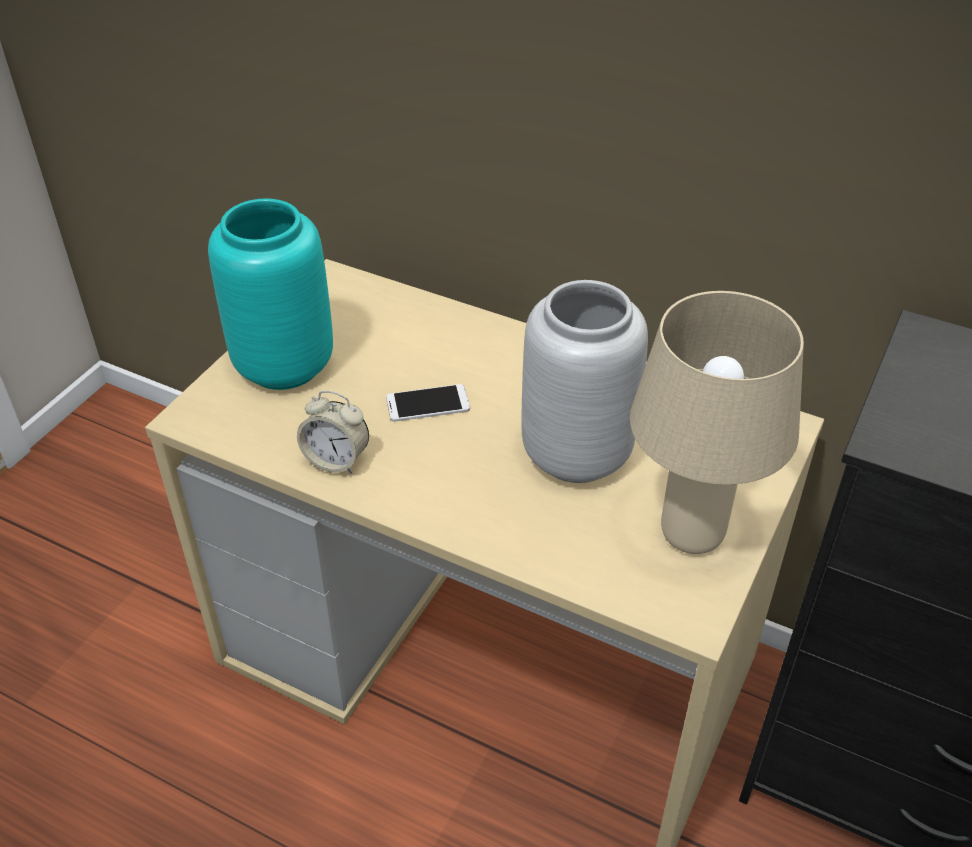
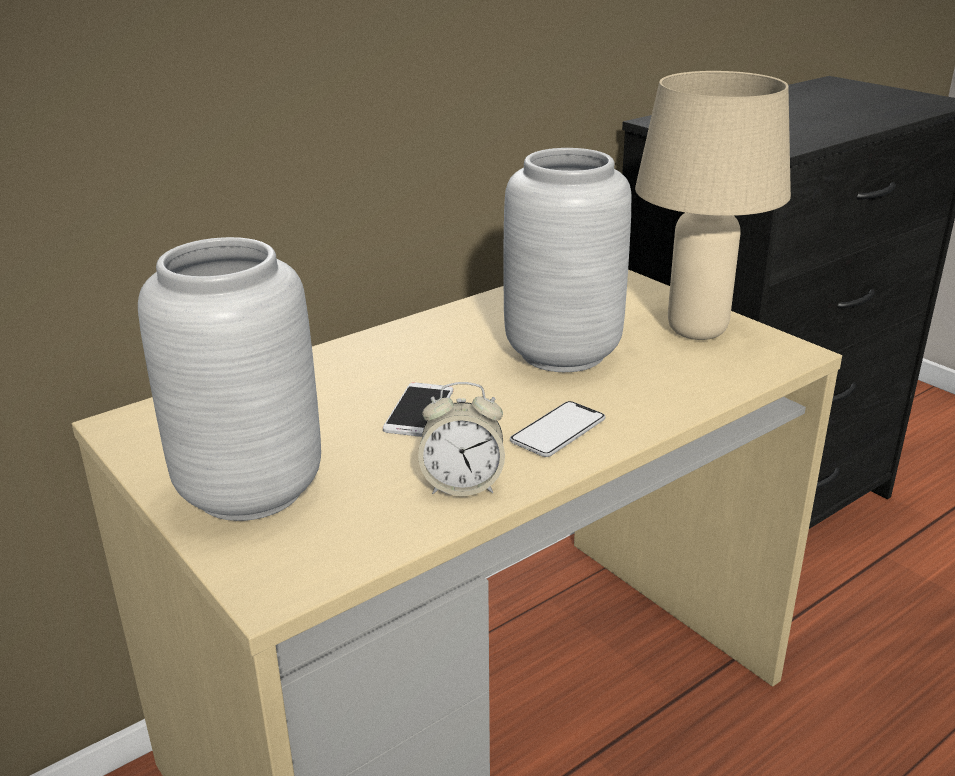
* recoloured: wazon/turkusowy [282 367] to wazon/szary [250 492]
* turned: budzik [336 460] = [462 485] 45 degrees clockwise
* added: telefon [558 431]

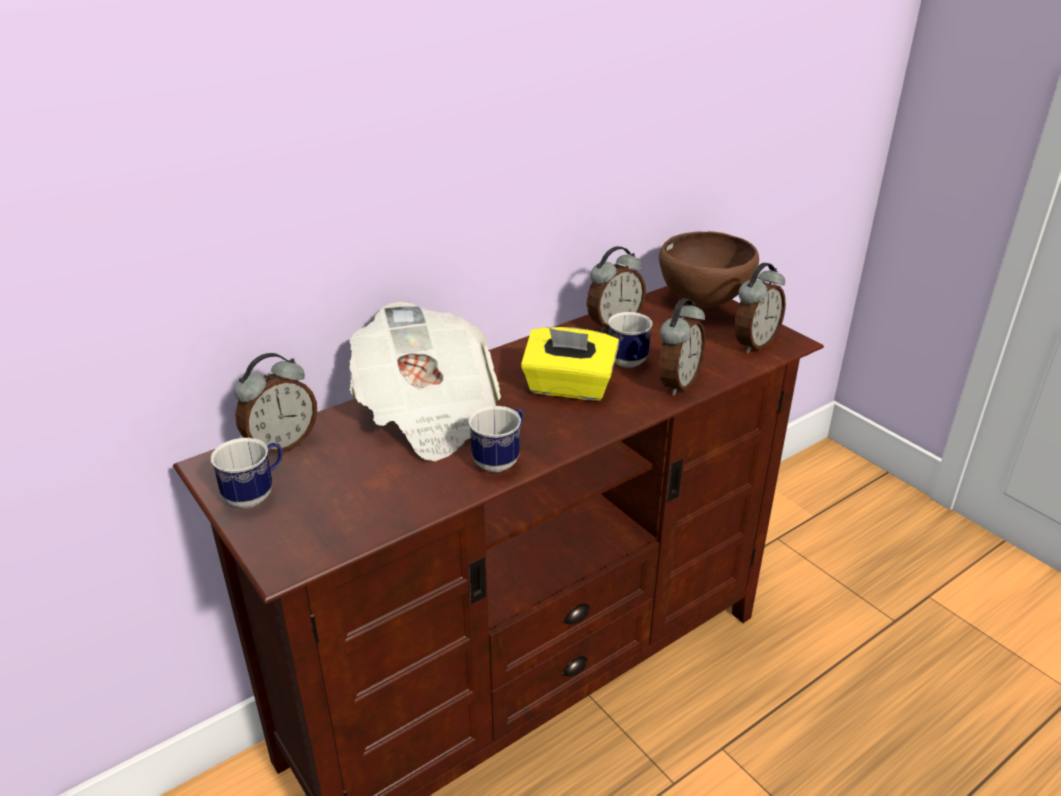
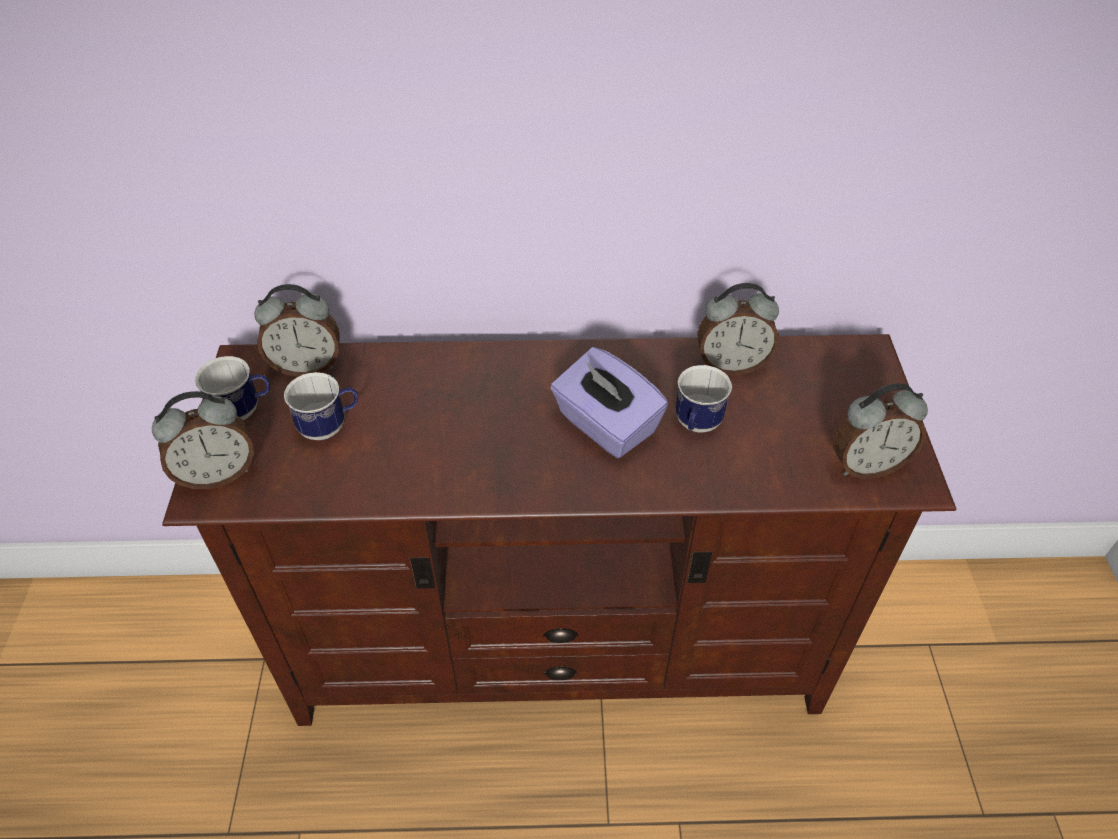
* moved: budzik [677 383] to [218 474]
* moved: kubek [501 459] to [330 427]
* recoloured: pudełko chusteczek/żółty [569 387] to pudełko chusteczek/fioletowy [605 425]
* removed: gazeta [429 414]
* removed: miska/brązowy [703 303]

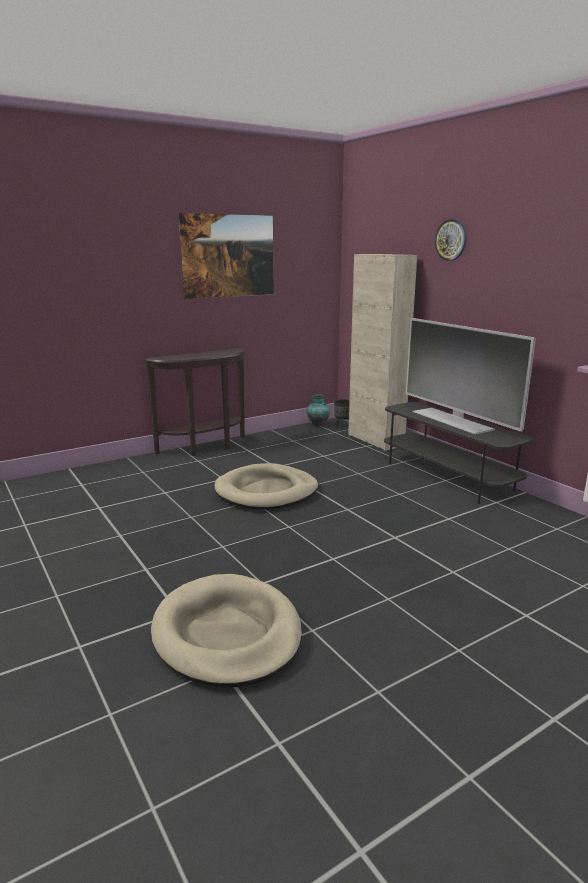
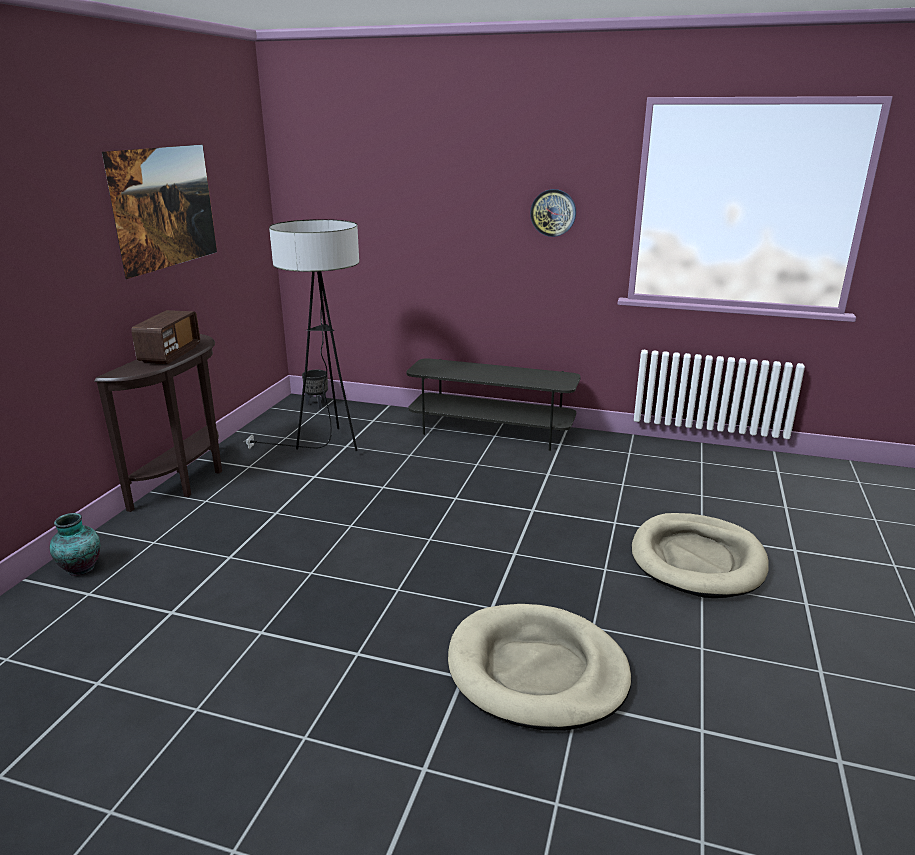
* moved: wazon [317 424] to [80 569]
* added: radio [170 354]
* added: lampa stojąca [327 447]
* moved: zegar ścienny [451 240] to [553 212]
* moved: legowisko/beżowy [267 491] to [697 559]
* removed: szafka/beżowy [375 440]
* removed: telewizor [452 420]

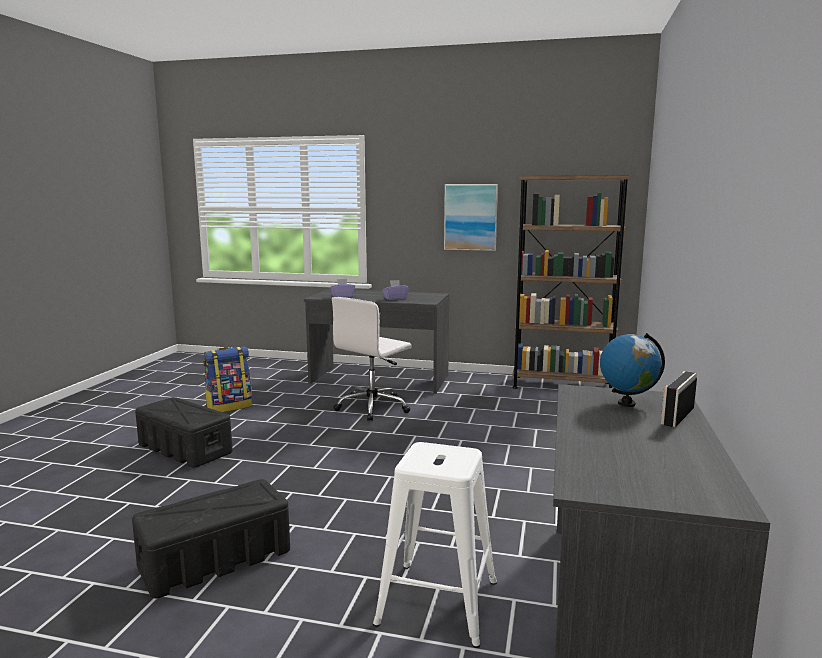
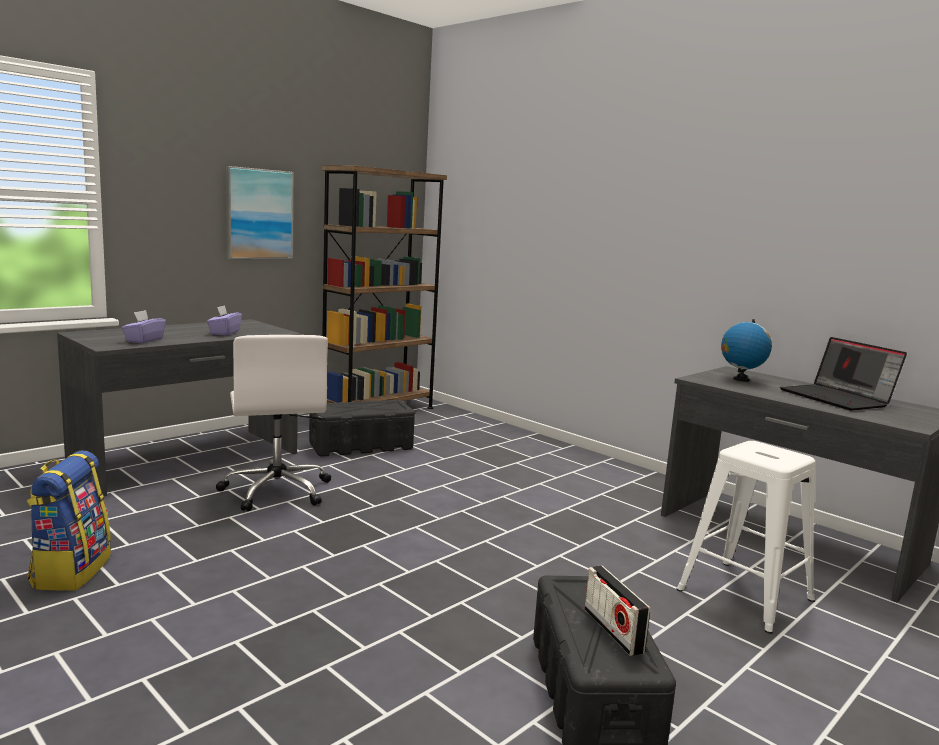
* moved: pojemnik do przechowywania/czarny [185 449] to [362 446]
* moved: radio [677 416] to [613 630]
* added: laptop [838 398]

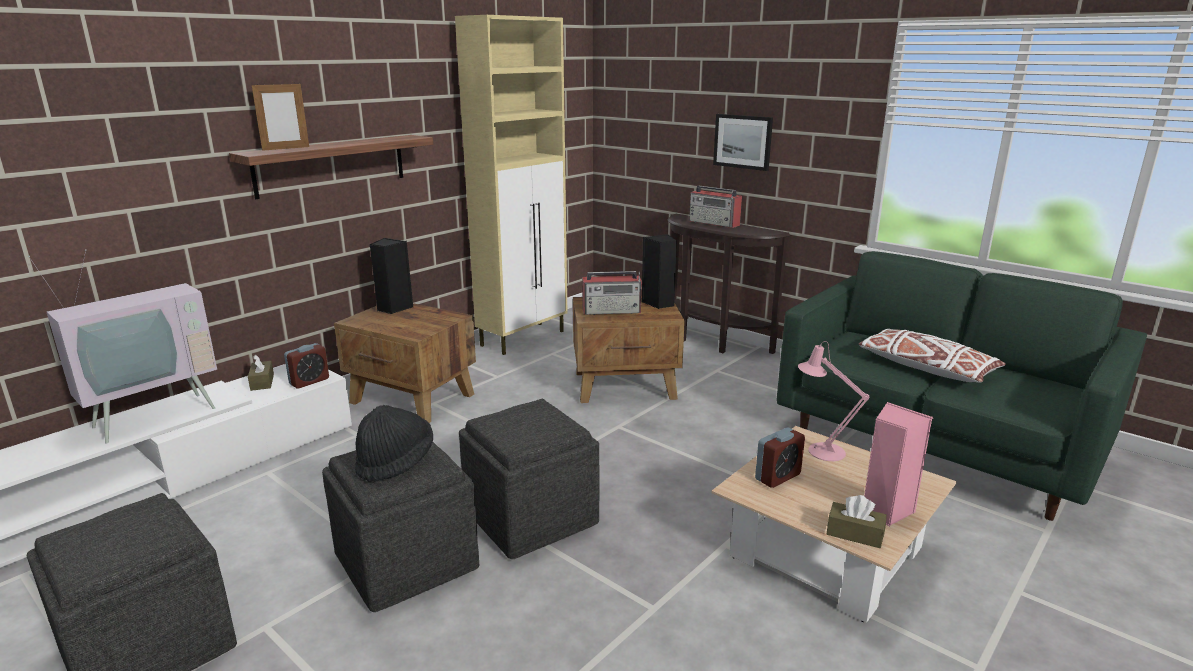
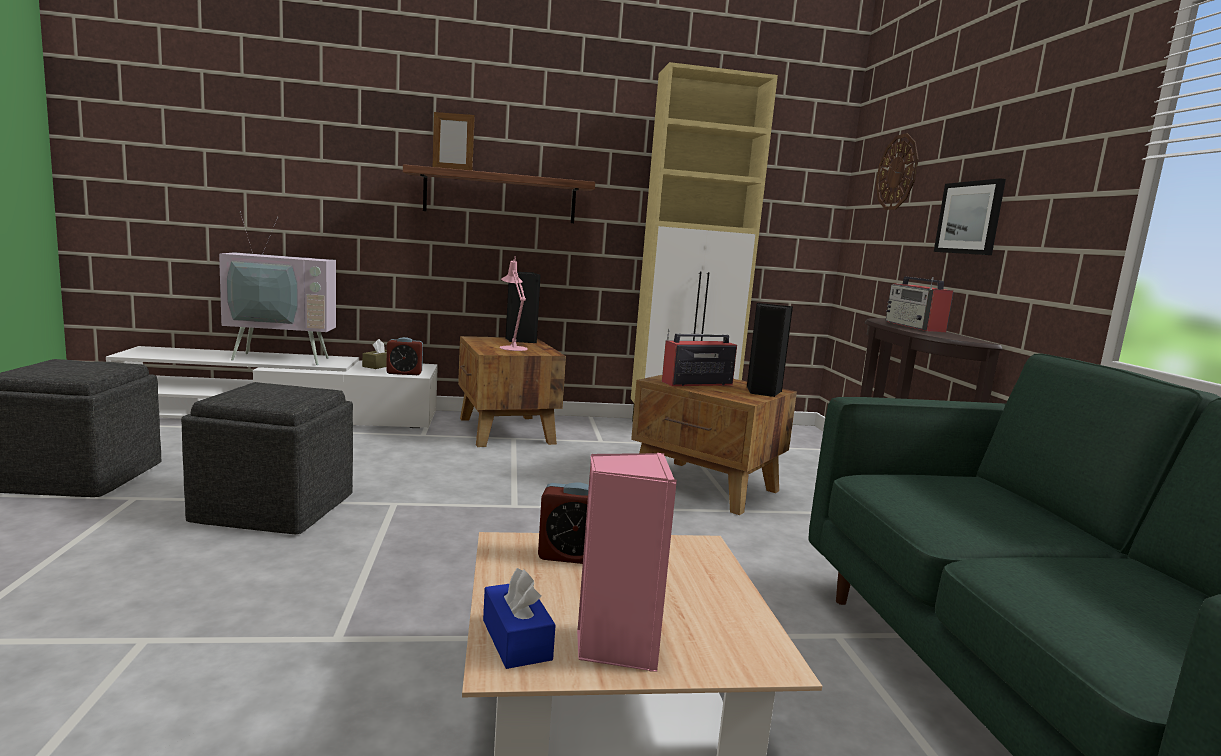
* recoloured: pudełko chusteczek/brązowy [854 534] to pudełko chusteczek/niebieski [516 639]
* moved: lampa stołowa/różowy [821 450] to [512 347]
* turned: radio [612 311] = [696 383] 120 degrees clockwise
* added: zegar ścienny [897 172]
* removed: kapelusz/czarny [395 462]
* removed: pufa/szary [530 518]
* removed: poduszka/biały [925 368]

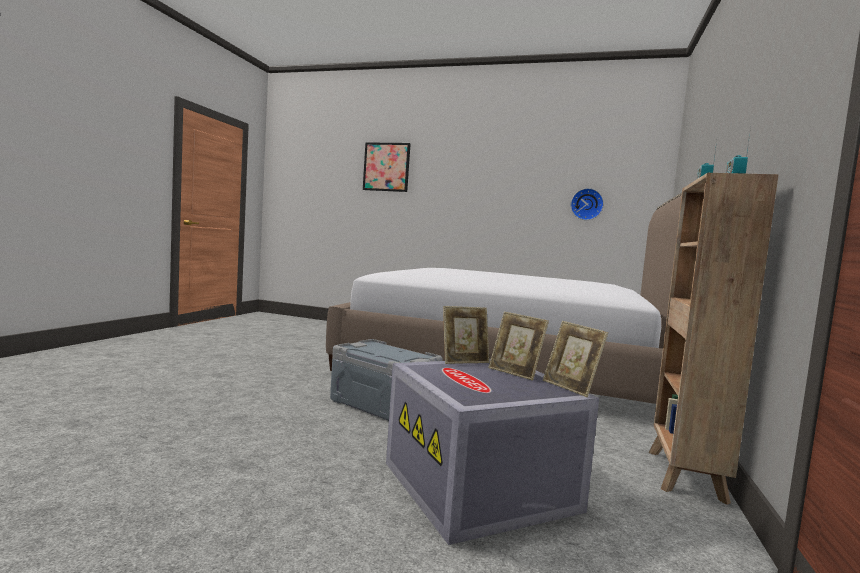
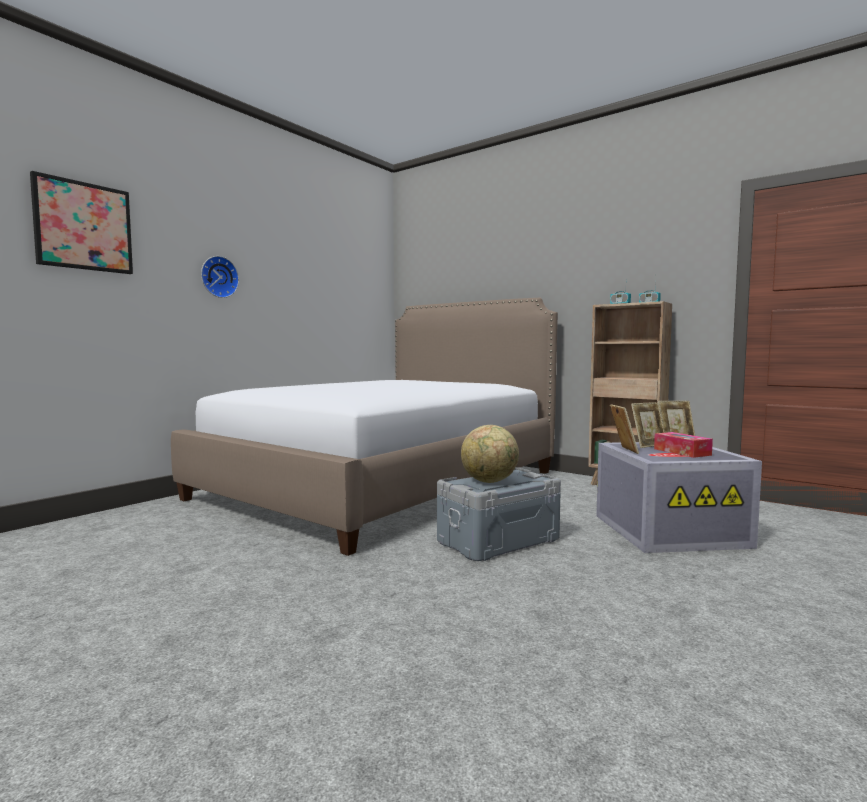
* moved: zegar ścienny [586 204] to [218 277]
* added: globus [489 481]
* added: pudełko chusteczek [682 452]

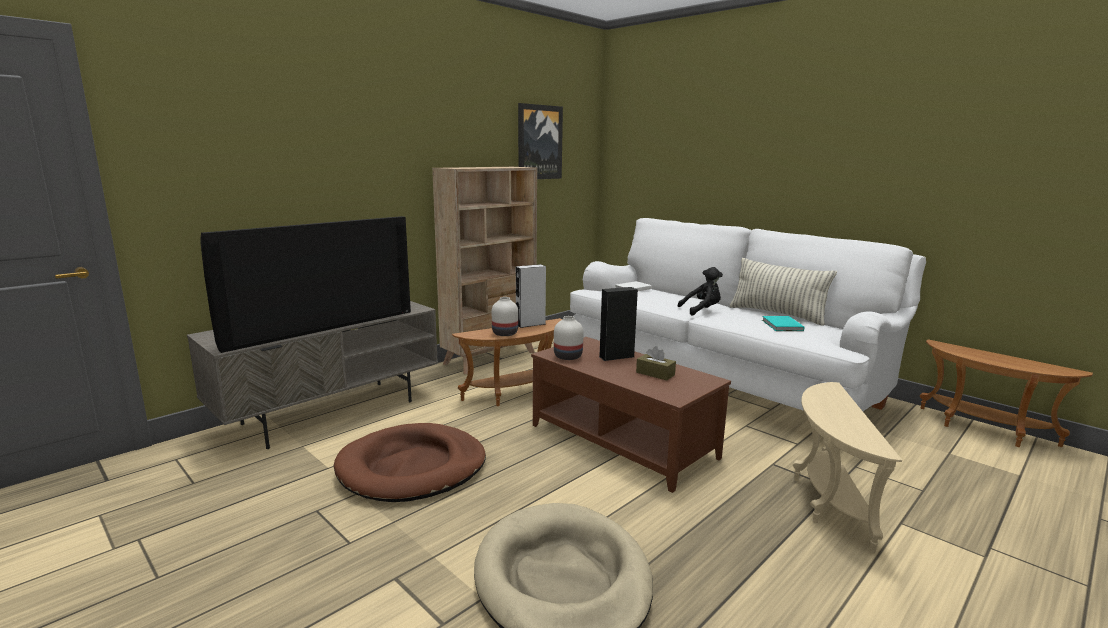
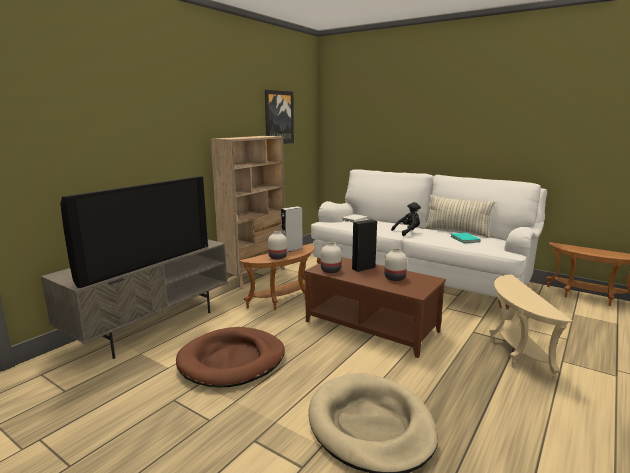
* replaced: pudełko chusteczek/brązowy [655 373] to wazon/biały [395 278]

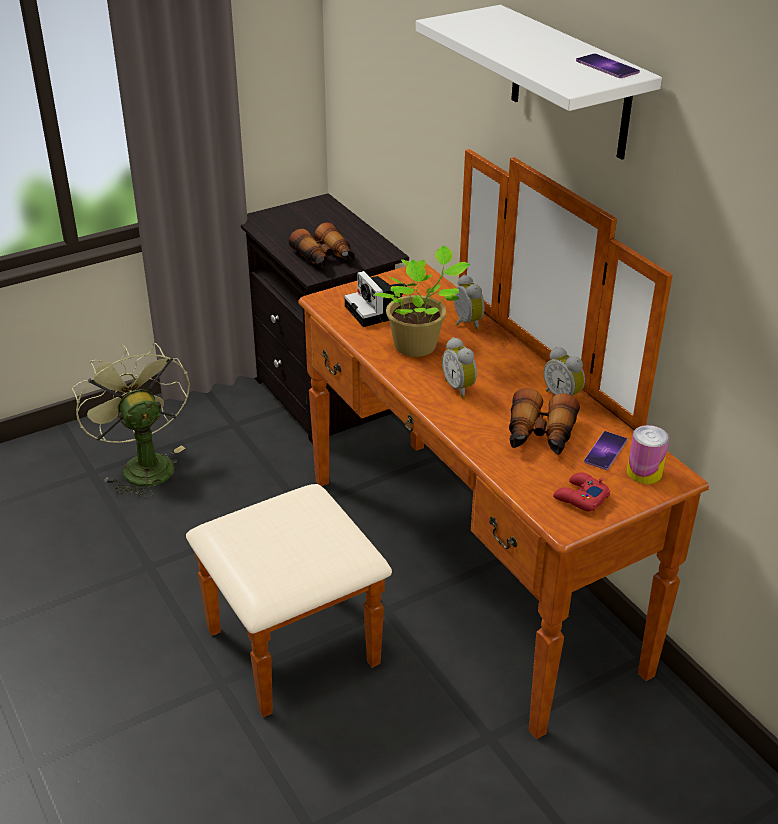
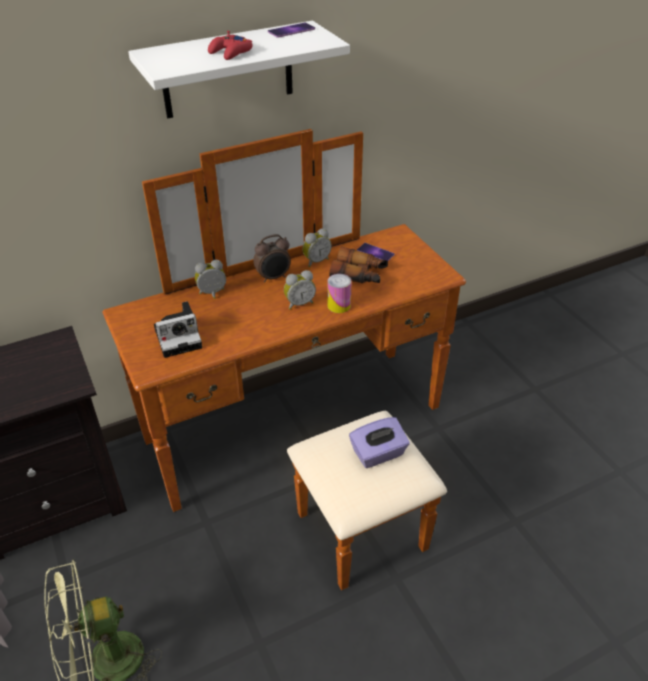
* moved: pad do gier/czerwony [580 497] to [231 52]
* added: budzik [273 277]
* moved: puszka [644 472] to [339 305]
* added: pudełko chusteczek/fioletowy [378 454]
* removed: lornetka [325 258]
* removed: roślina doniczkowa [419 346]

